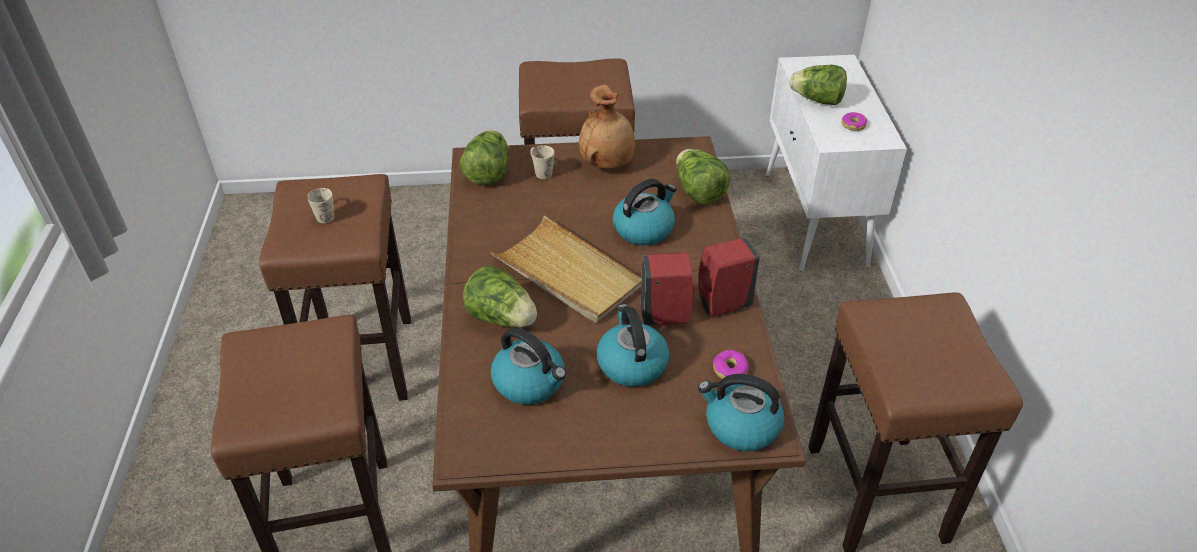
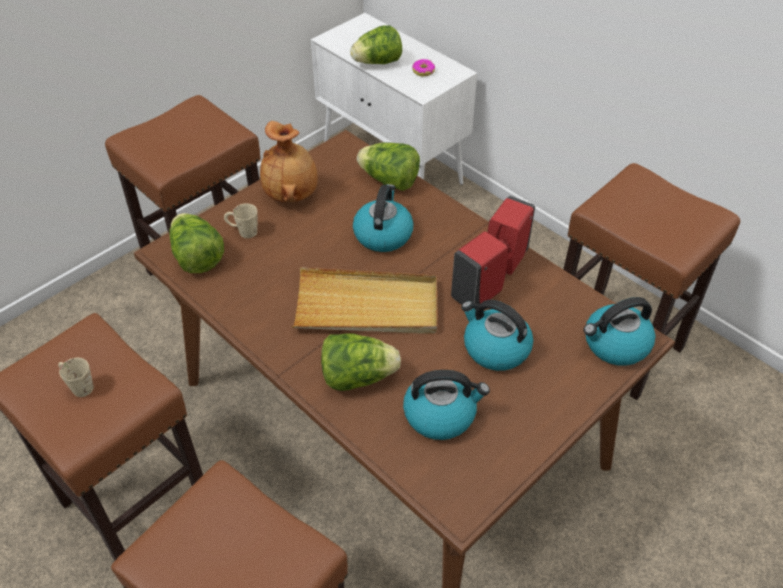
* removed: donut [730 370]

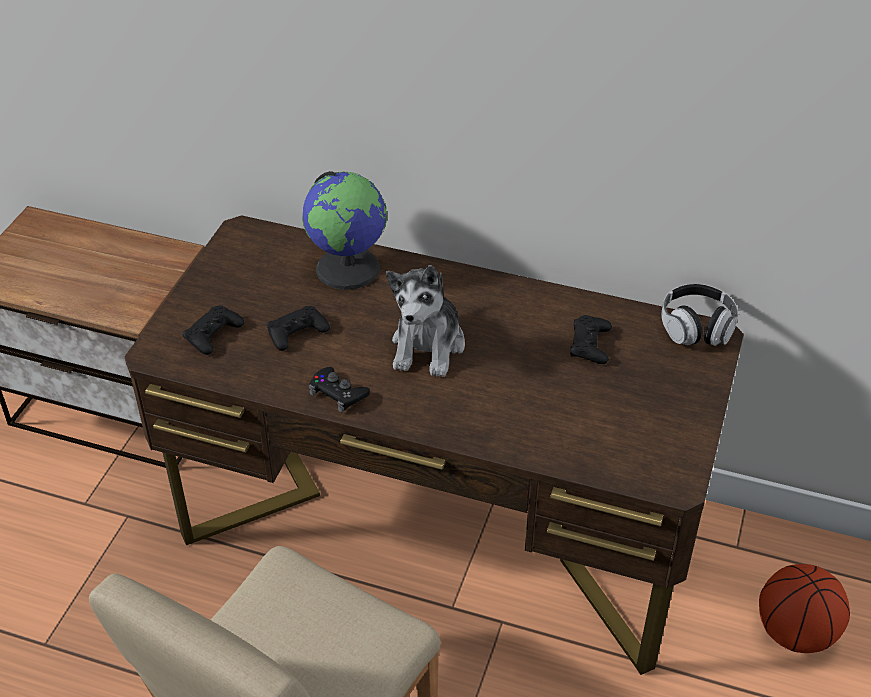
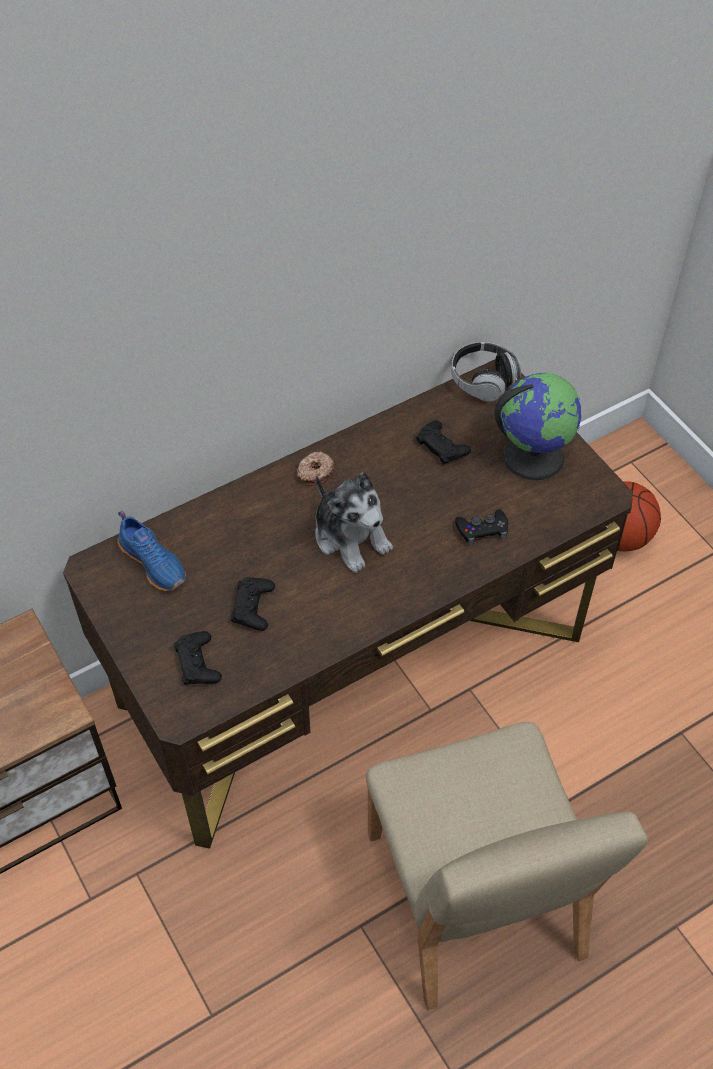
* added: but/niebieski [154 562]
* added: donut [315 472]
* moved: pad do gier/czarny [338 393] to [482 530]
* moved: globus [348 267] to [533 455]

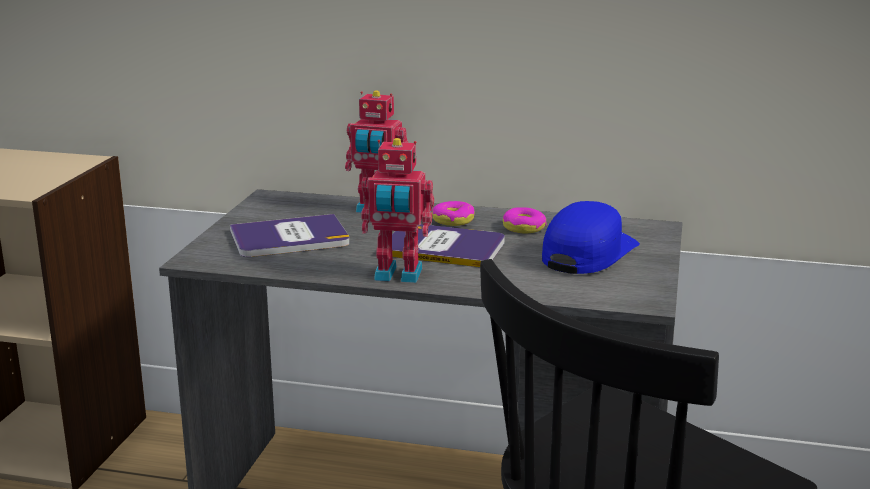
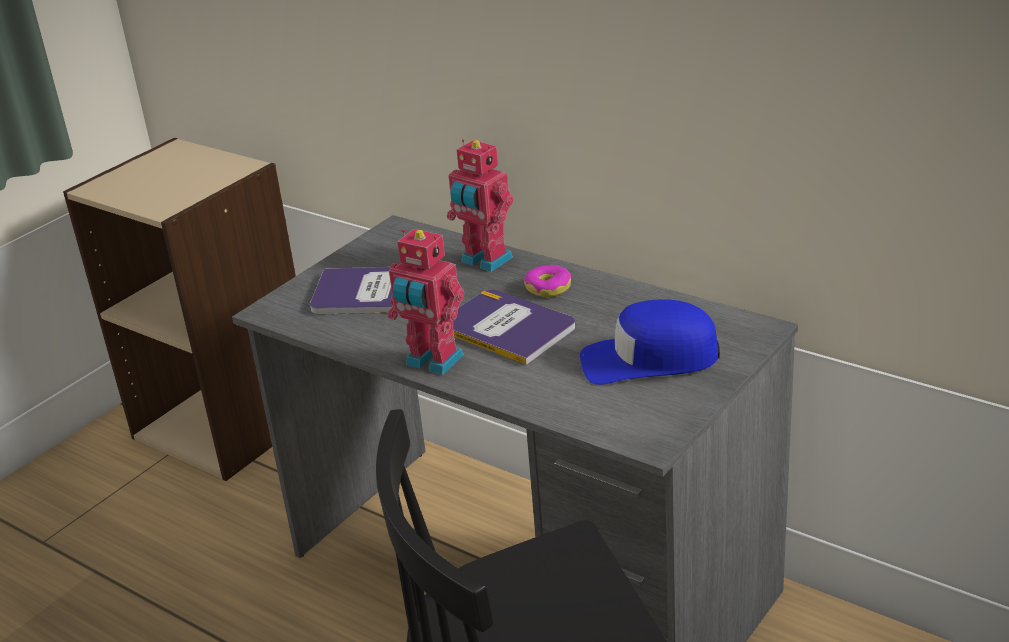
* turned: czapka z daszkiem/niebieski [588 253] = [649 359] 150 degrees counterclockwise
* removed: donut [524 227]

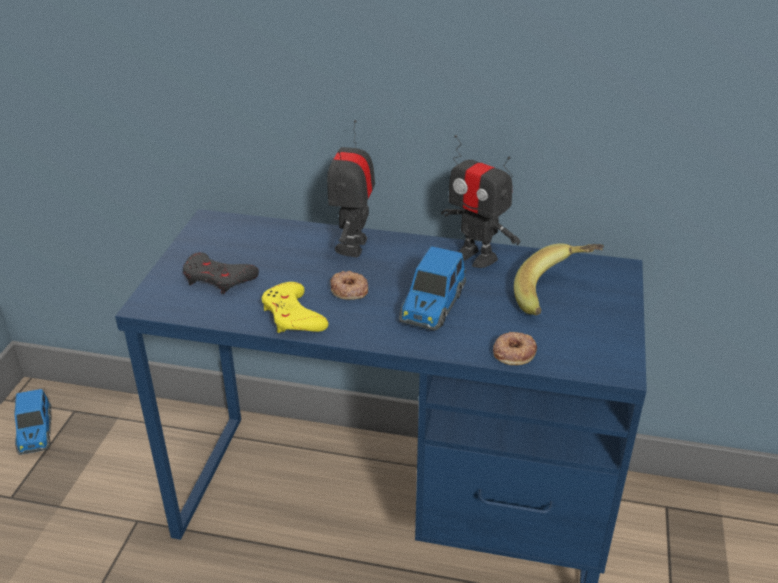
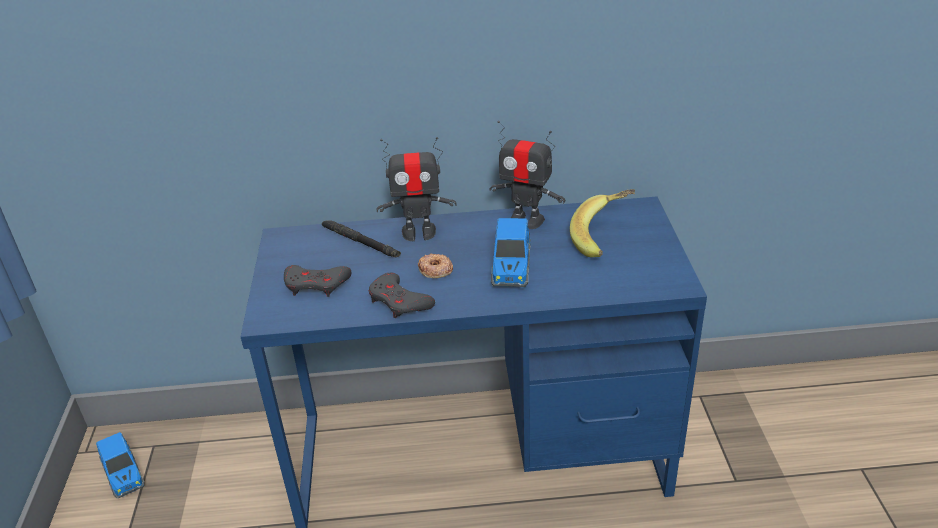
* added: latarka/czarny [360 242]
* recoloured: pad do gier/żółty [293 316] to pad do gier/szary [399 301]
* turned: robot zabawkowy [352 246] = [419 232] 90 degrees counterclockwise
* removed: donut [513 352]

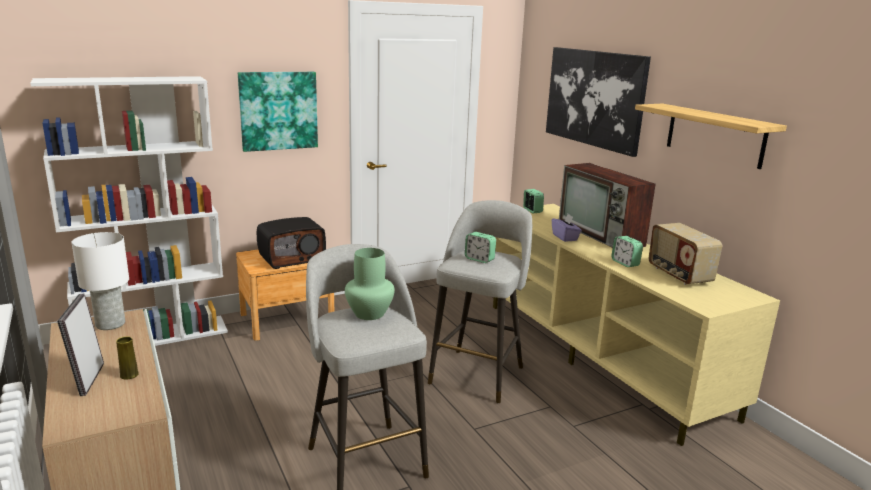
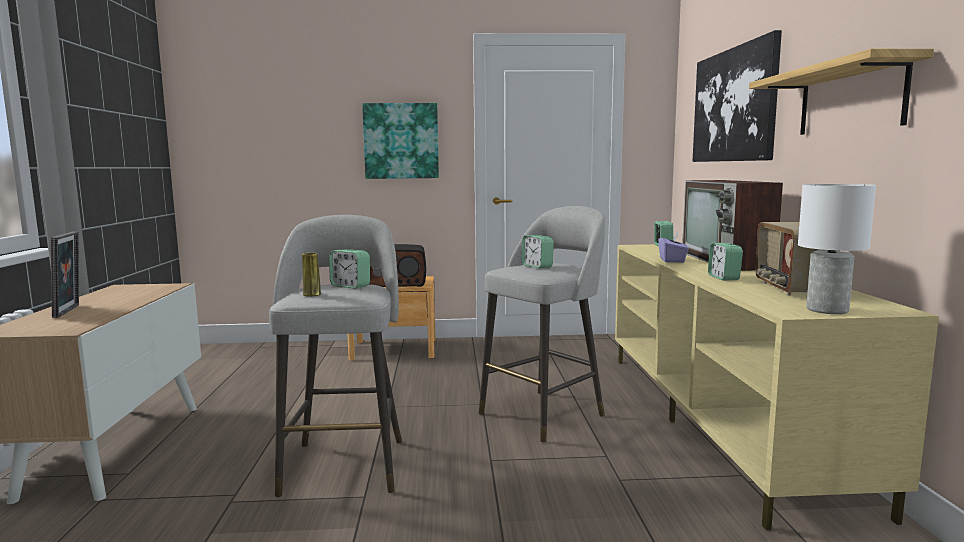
* turned: ramka na zdjęcie [88 379] = [70 311] 150 degrees clockwise
* moved: wazon/żółty [129 375] to [312 294]
* replaced: wazon/zielony [370 313] to budzik [350 286]
* moved: lampa stołowa/biały [109 324] to [825 310]
* removed: regał/biały [155 336]

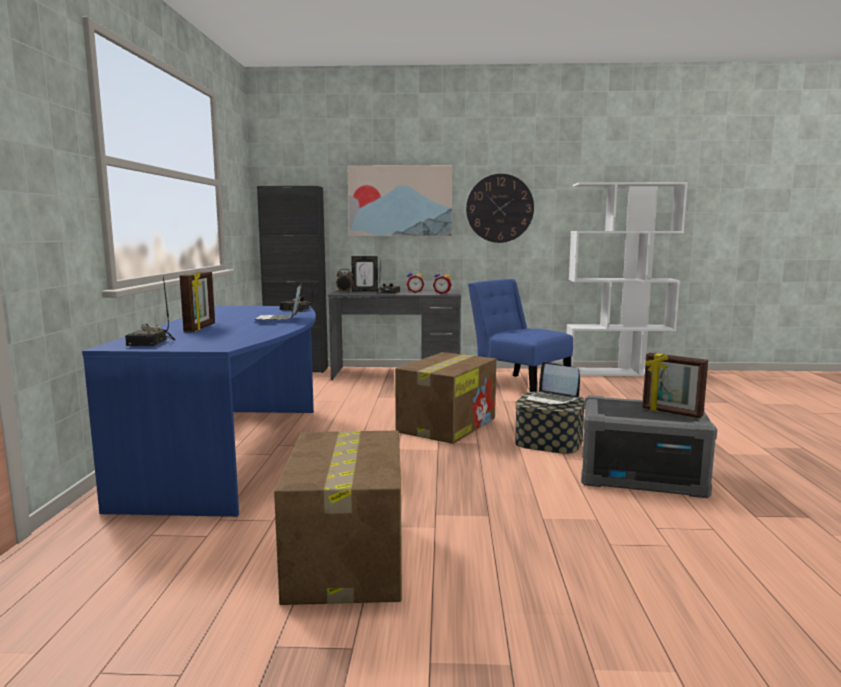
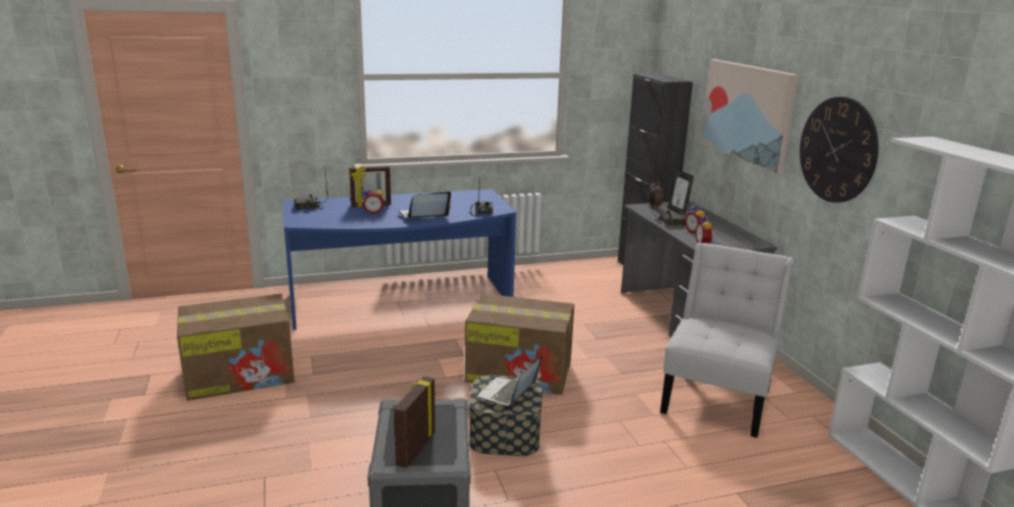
* added: budzik [373 212]
* recoloured: krzesło/niebieski [519 385] to krzesło/biały [718 398]

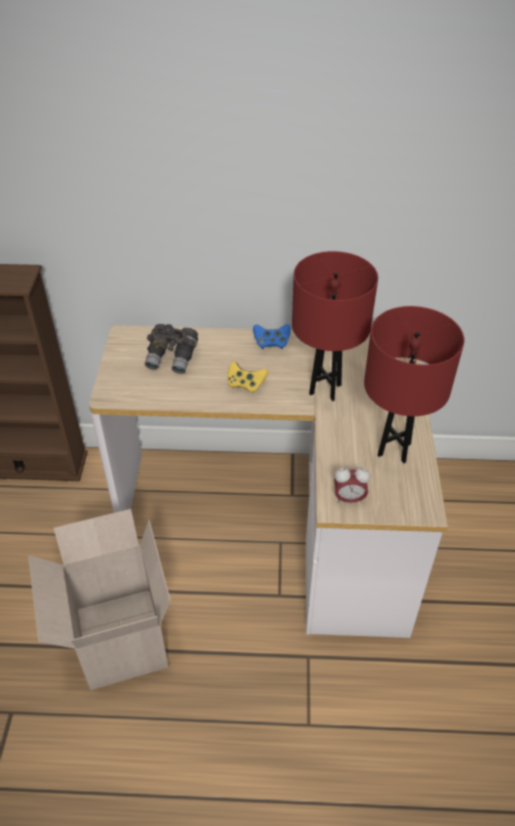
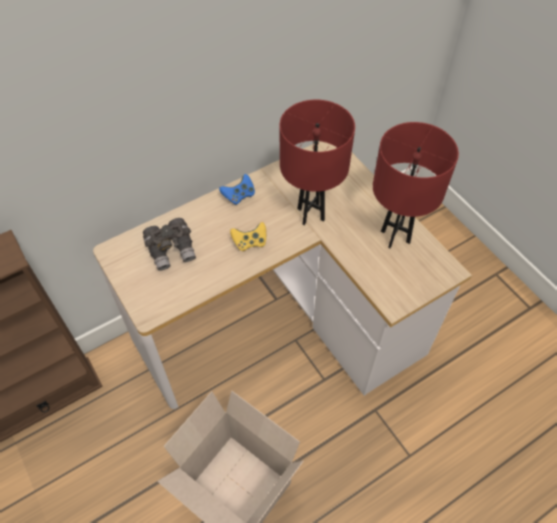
* removed: budzik [349 499]

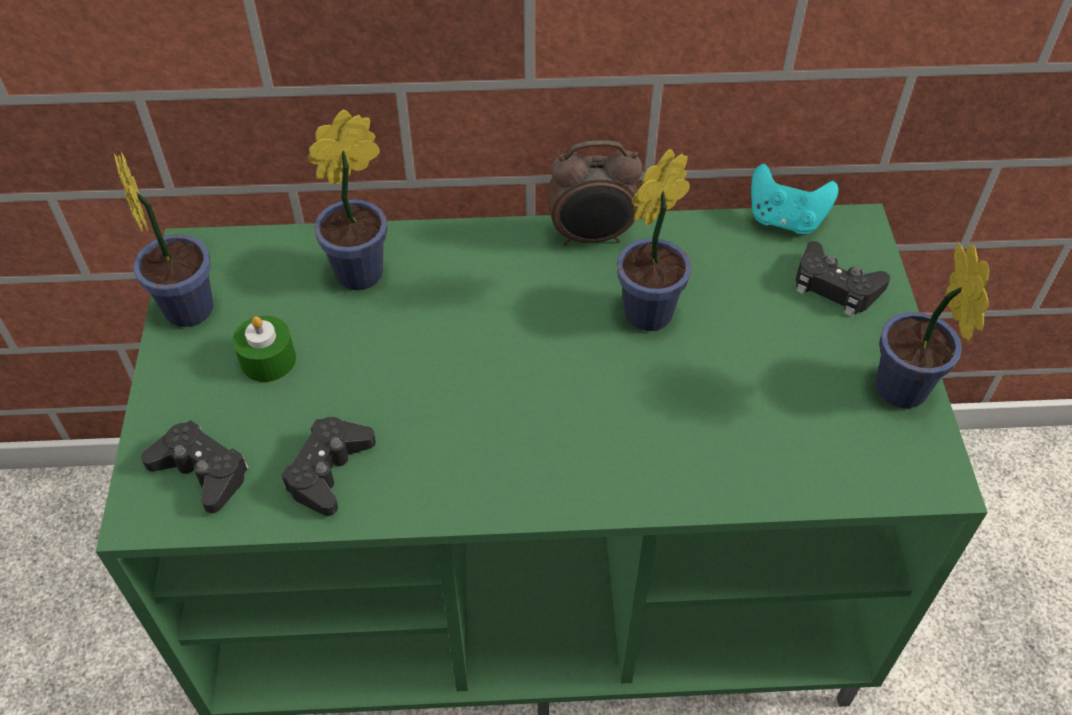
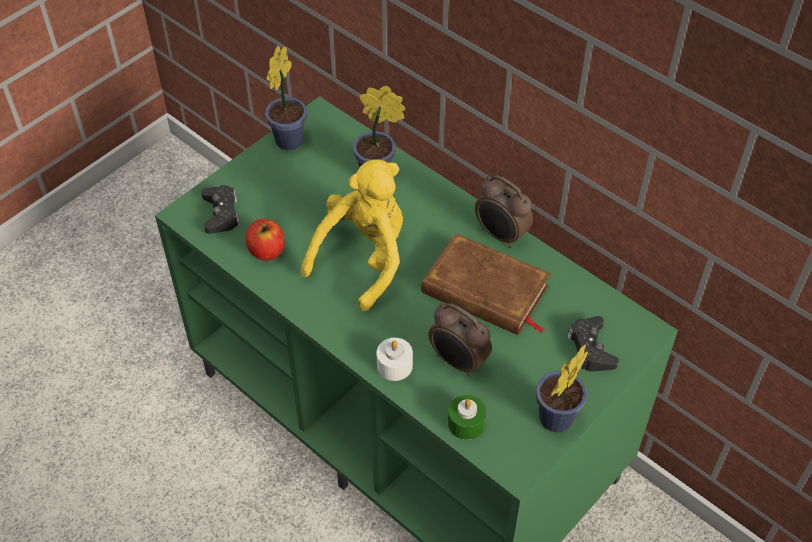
* replaced: pad do gier/czarny [328 470] to jabłko [266 251]
* added: pluszak/żółty [363 258]
* added: świeca/biały [394 365]
* replaced: roślina doniczkowa [653 309] to książka/brązowy [485 290]
* added: budzik [458 362]
* moved: świeca/zielony [268 360] to [466 423]
* removed: pad do gier/turkusowy [785 220]

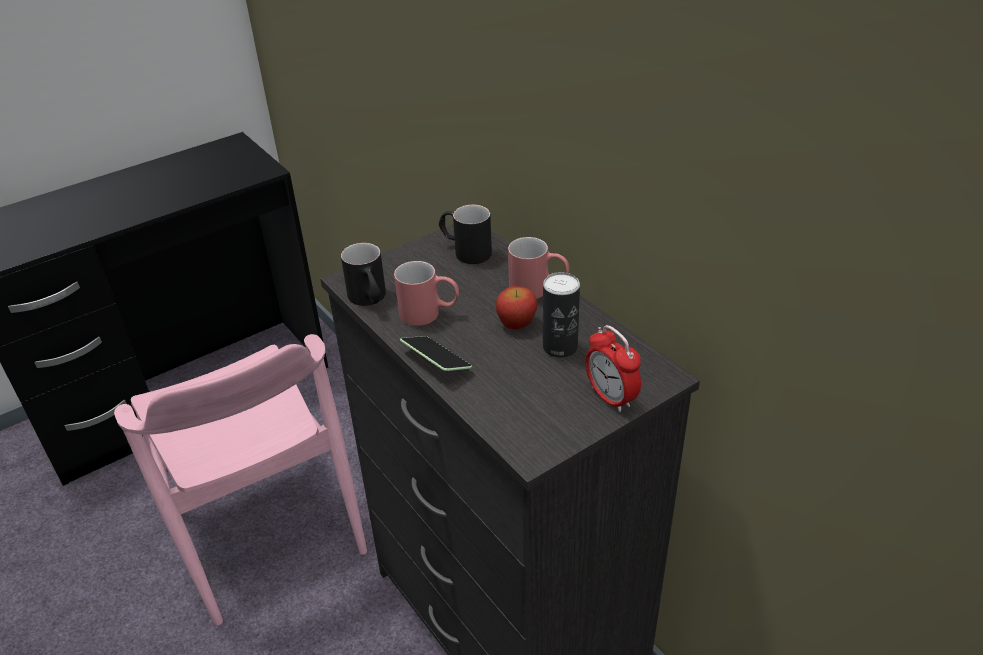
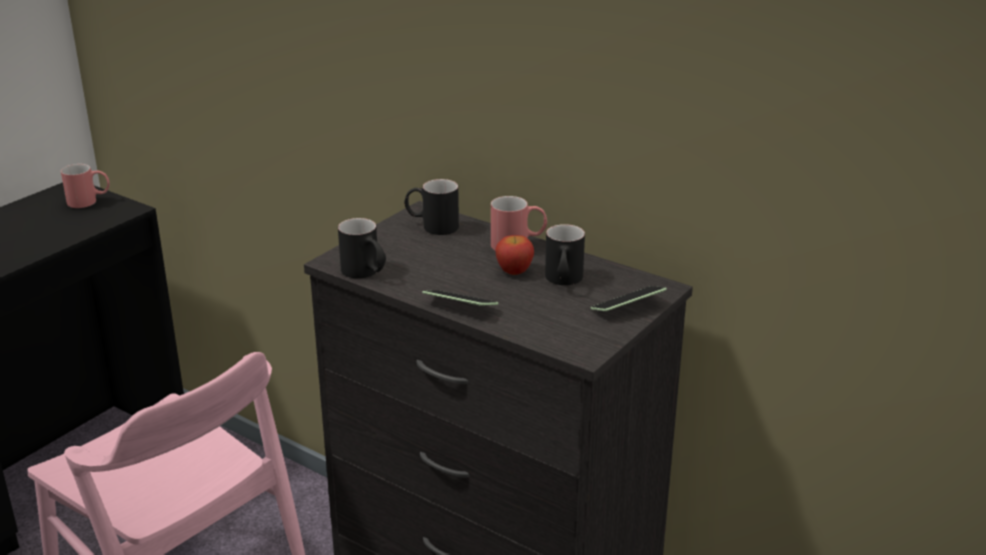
* moved: kubek/czerwony [429 314] to [89 201]
* replaced: puszka [560 347] to kubek/czarny [563 281]
* replaced: budzik [611 397] to telefon [627 308]

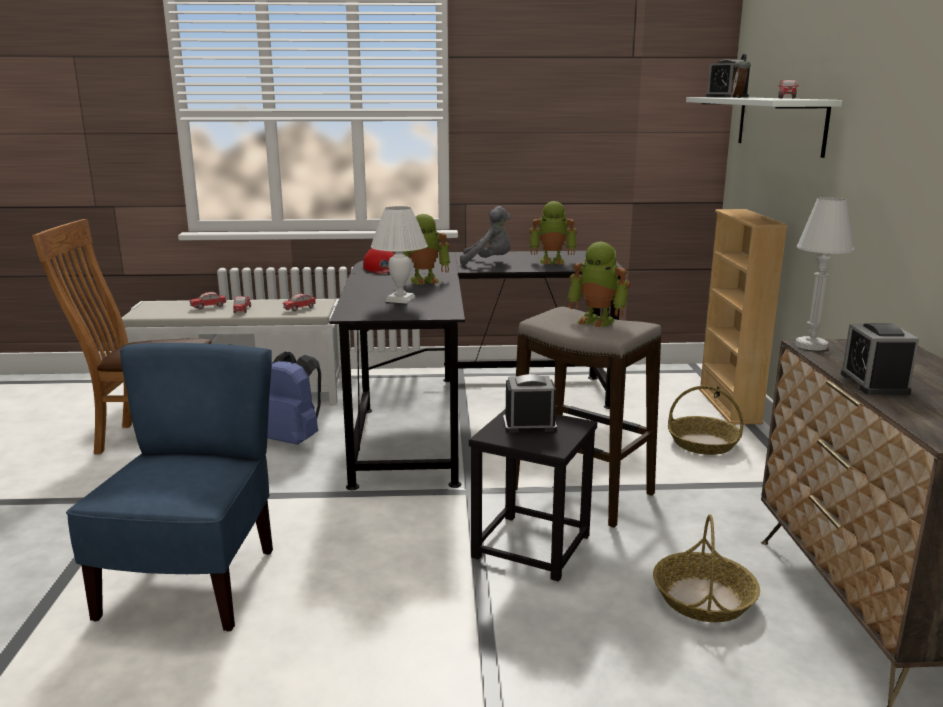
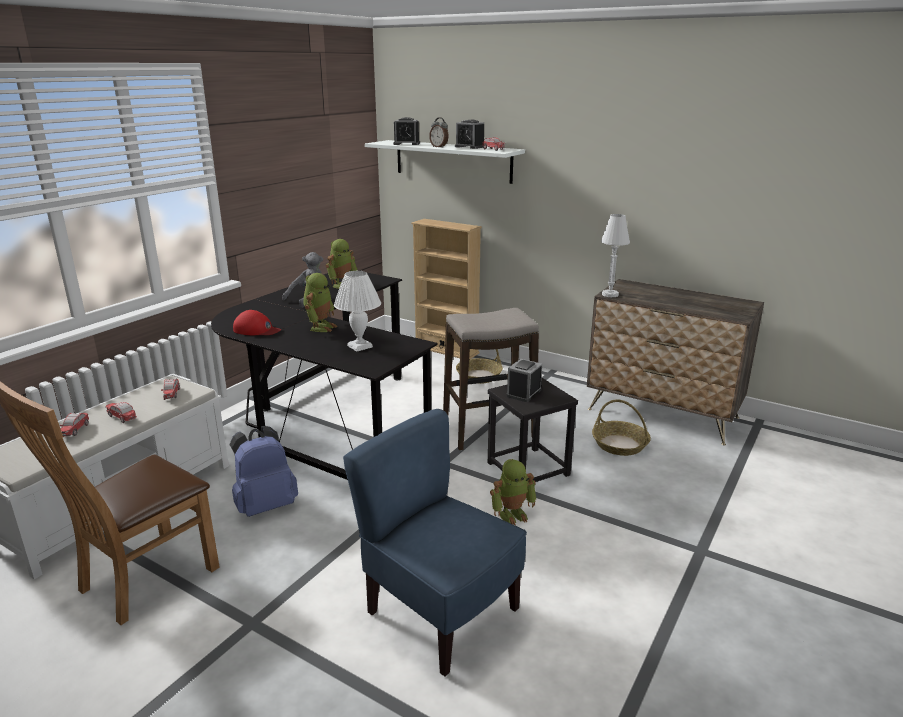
* moved: budzik [874 383] to [469 147]
* moved: robot zabawkowy [597 320] to [512 514]

